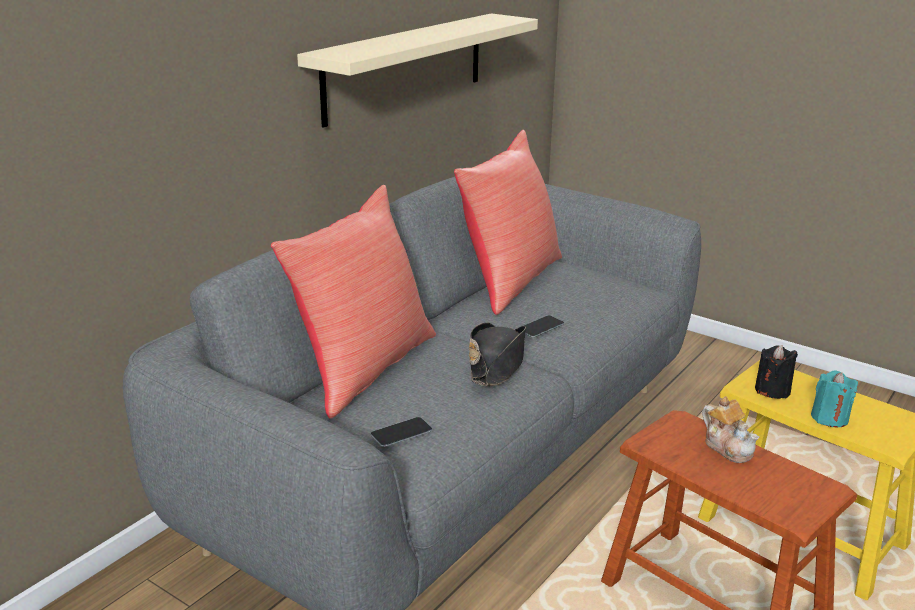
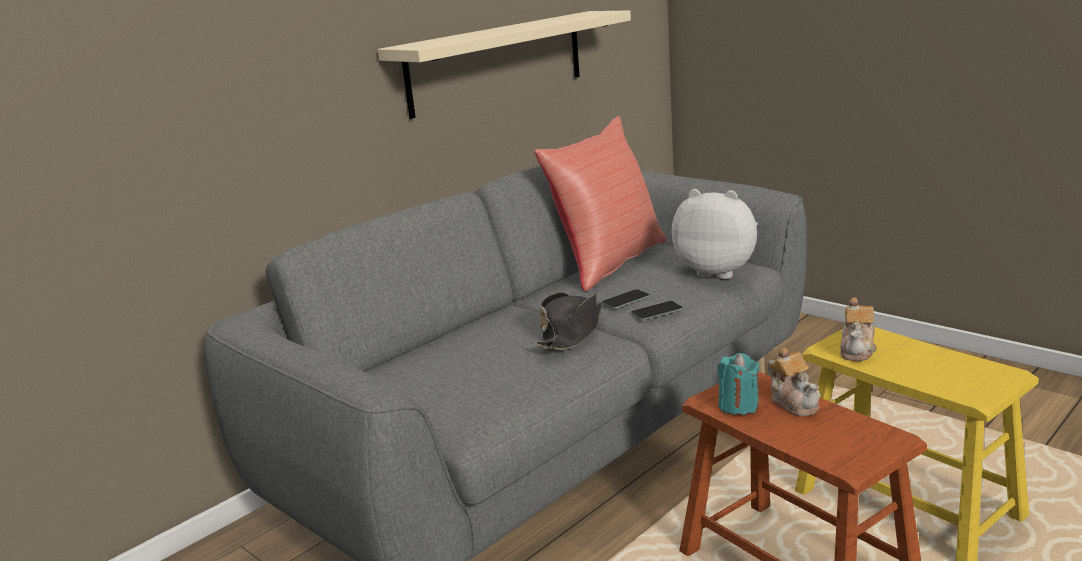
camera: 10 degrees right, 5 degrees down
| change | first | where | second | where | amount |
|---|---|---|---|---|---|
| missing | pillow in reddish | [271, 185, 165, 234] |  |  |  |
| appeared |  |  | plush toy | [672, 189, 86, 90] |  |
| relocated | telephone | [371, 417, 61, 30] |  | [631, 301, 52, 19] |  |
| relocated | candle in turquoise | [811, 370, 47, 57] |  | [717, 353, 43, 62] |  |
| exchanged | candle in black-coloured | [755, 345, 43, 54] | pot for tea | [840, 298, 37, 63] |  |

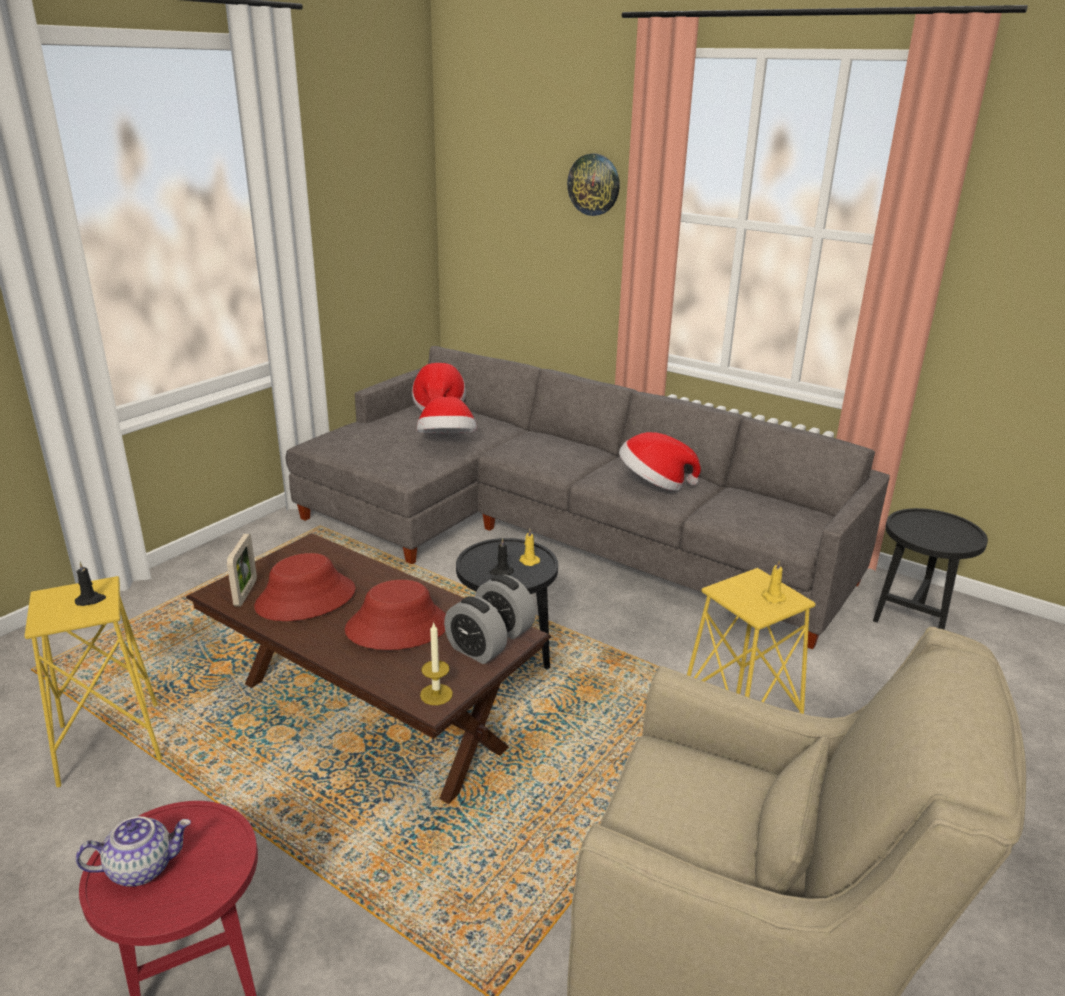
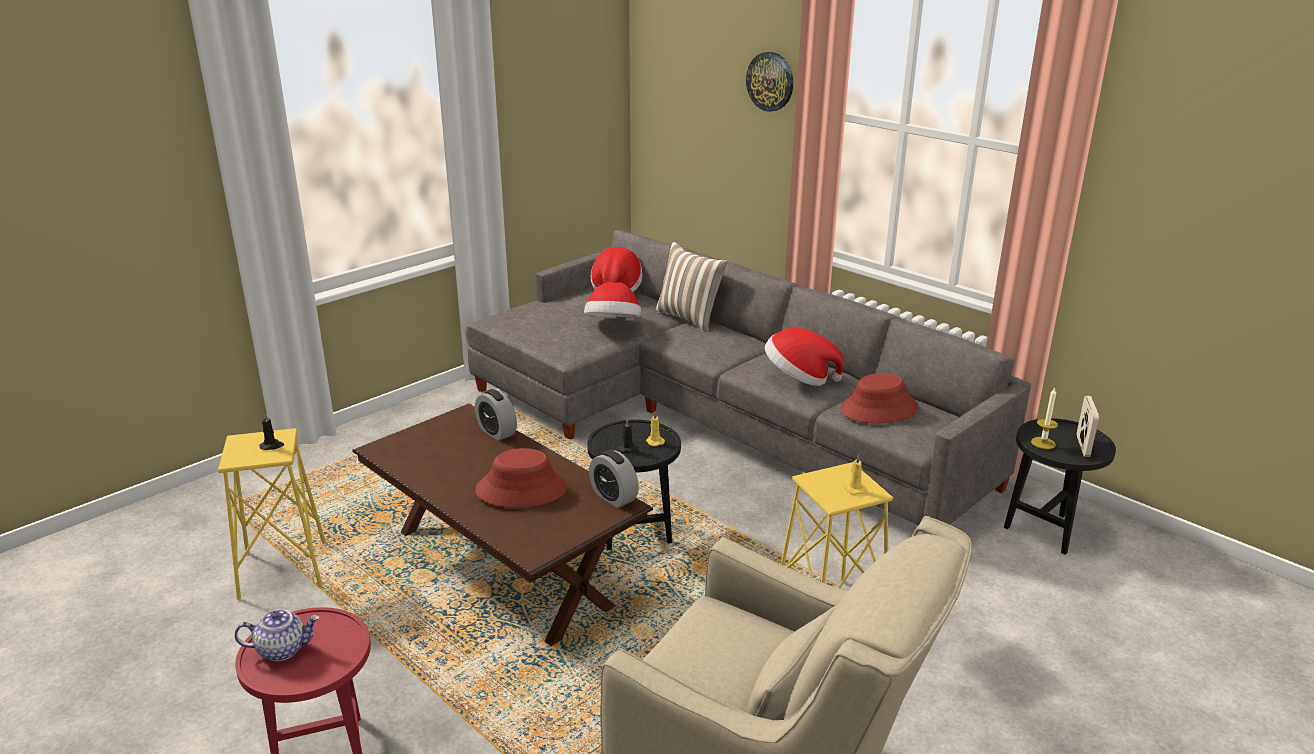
camera: 10 degrees right, 0 degrees up
| change | first | where | second | where | amount |
|---|---|---|---|---|---|
| appeared |  |  | pillow | [656, 242, 72, 90] |  |
| relocated | standing frame | [227, 534, 30, 73] |  | [1077, 396, 22, 61] |  |
| relocated | wearable hat in reddish | [254, 553, 102, 68] |  | [840, 373, 78, 51] |  |
| relocated | candle | [420, 622, 33, 83] |  | [1031, 387, 27, 62] |  |
| relocated | alarm clock | [444, 596, 64, 68] |  | [475, 389, 42, 52] |  |

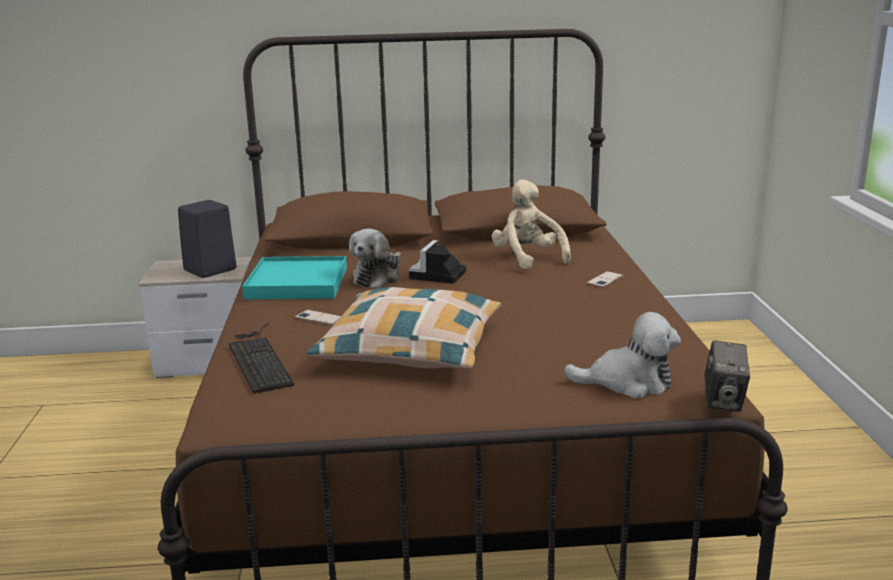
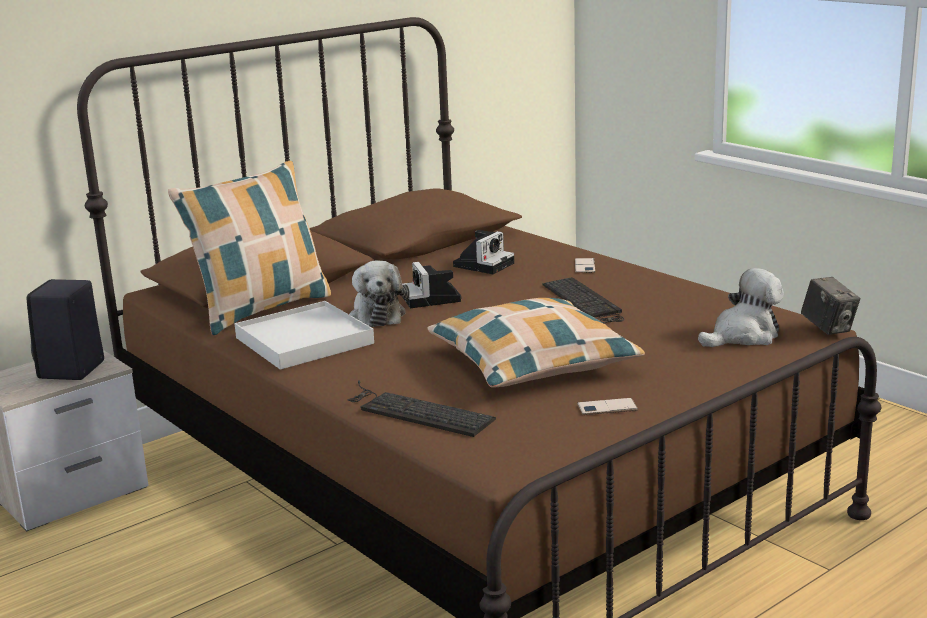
camera: 35 degrees left, 0 degrees up
| change | first | where | second | where | amount |
|---|---|---|---|---|---|
| appeared |  |  | pillow | [168, 161, 163, 174] |  |
| appeared |  |  | keyboard | [543, 277, 81, 46] |  |
| relocated | telephone | [295, 310, 46, 16] |  | [577, 398, 61, 17] |  |
| exchanged | plush toy in sand-coloured | [492, 179, 79, 91] | still camera | [453, 230, 61, 44] |  |
| colour | tray in turquoise | [242, 256, 105, 44] | tray in white | [234, 301, 140, 69] |  |

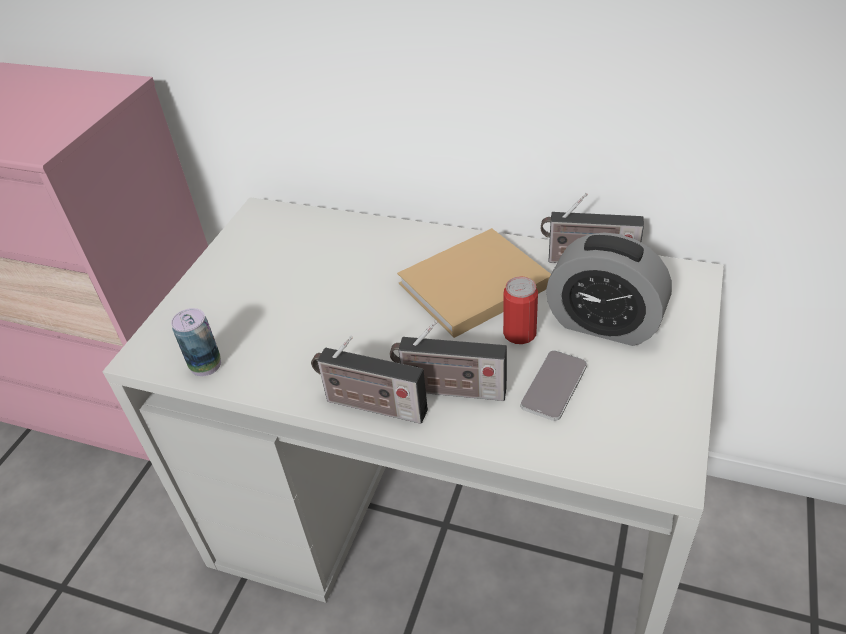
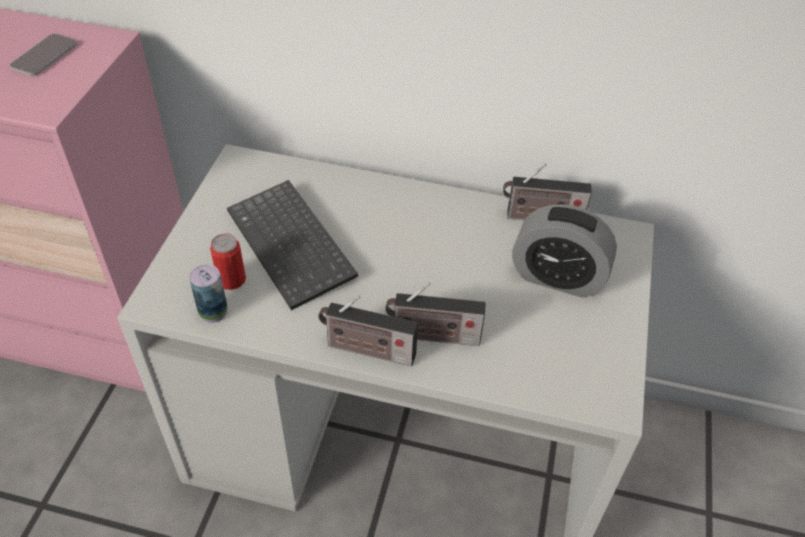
camera: 10 degrees left, 5 degrees up
| change | first | where | second | where | amount |
|---|---|---|---|---|---|
| missing | bound book in sand-coloured | [397, 228, 154, 110] |  |  |  |
| appeared |  |  | keyboard | [227, 180, 131, 130] |  |
| relocated | sealed can | [503, 277, 35, 67] |  | [210, 233, 36, 57] |  |
| relocated | telephone | [520, 350, 67, 71] |  | [9, 33, 68, 43] |  |

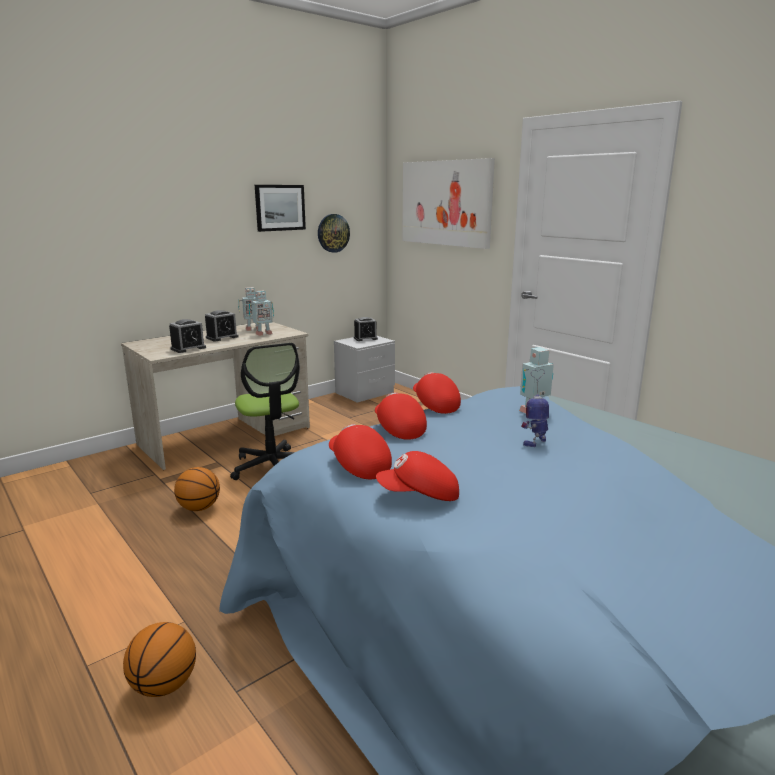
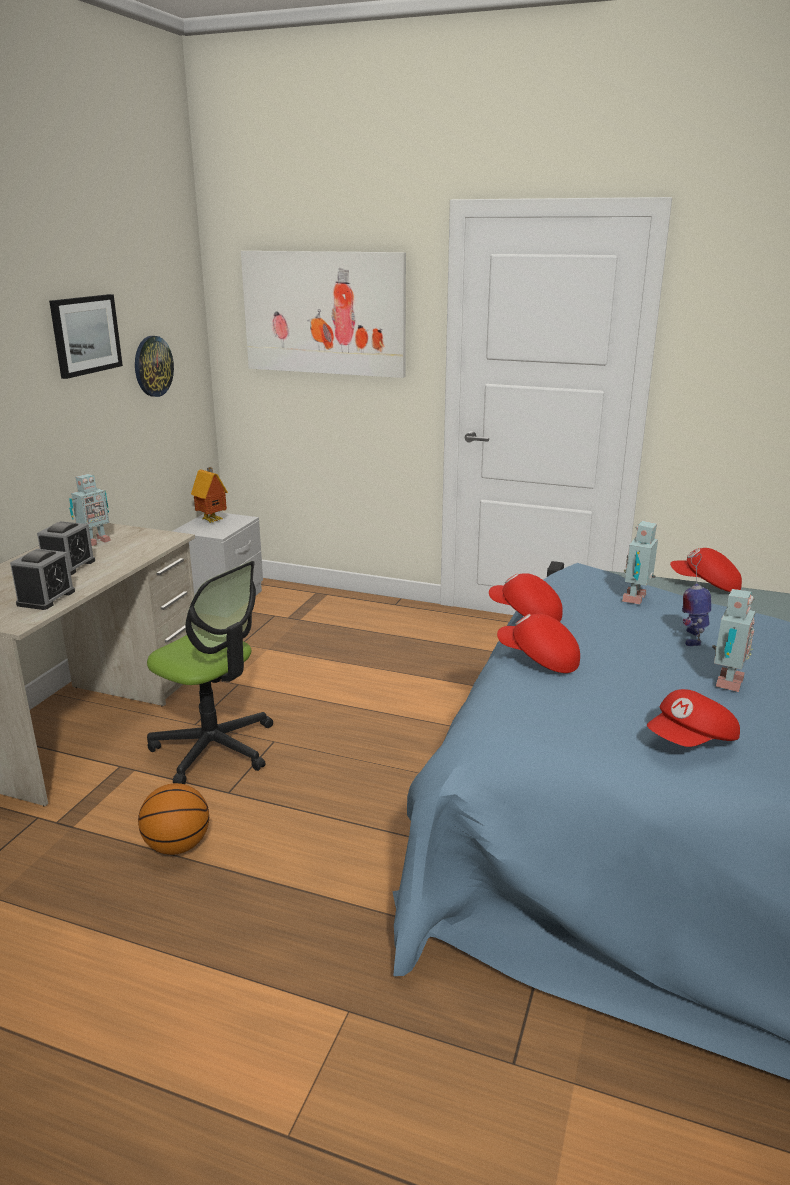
camera: 30 degrees left, 5 degrees up
| change | first | where | second | where | amount |
|---|---|---|---|---|---|
| missing | ball for basketball | [123, 622, 73, 75] |  |  |  |
| relocated | toy robot | [249, 291, 25, 45] |  | [712, 589, 44, 103] |  |
| relocated | baseball cap in reddish | [329, 424, 63, 55] |  | [670, 548, 72, 44] |  |
| exchanged | alarm clock | [354, 317, 24, 24] | toy house | [191, 467, 37, 56] |  |

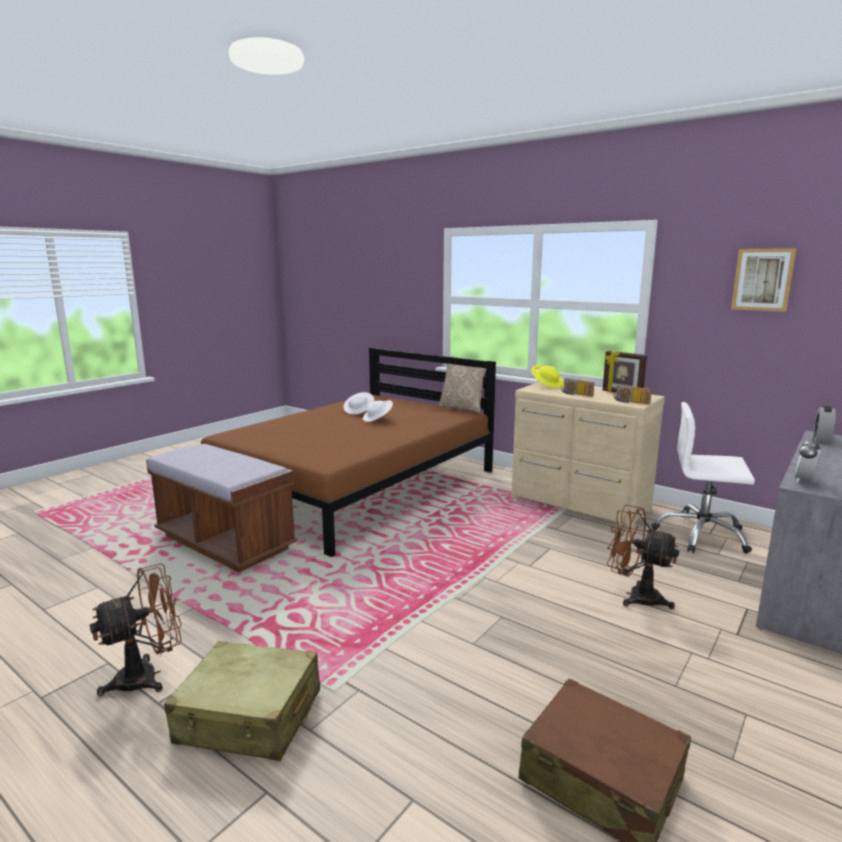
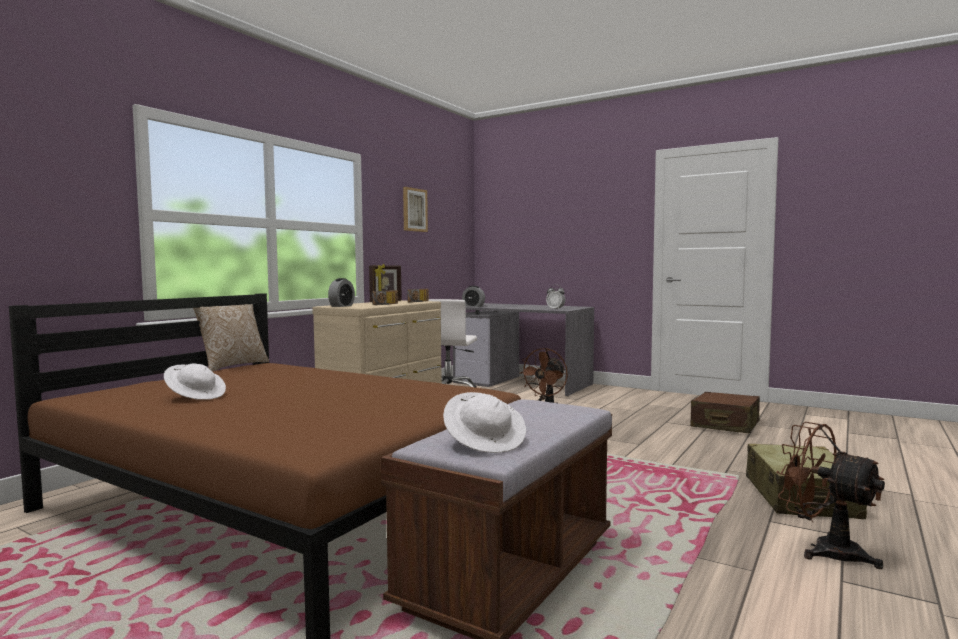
camera: 95 degrees left, 10 degrees down
| change | first | where | second | where | amount |
|---|---|---|---|---|---|
| relocated | wearable hat in white | [363, 400, 30, 22] |  | [443, 392, 83, 61] |  |
| exchanged | wearable hat in yellowish | [531, 365, 33, 23] | alarm clock | [328, 278, 27, 29] |  |

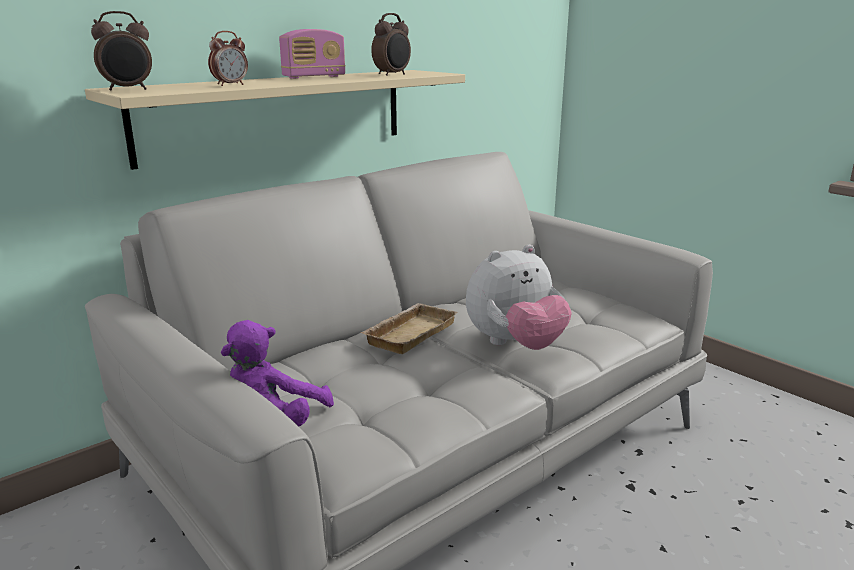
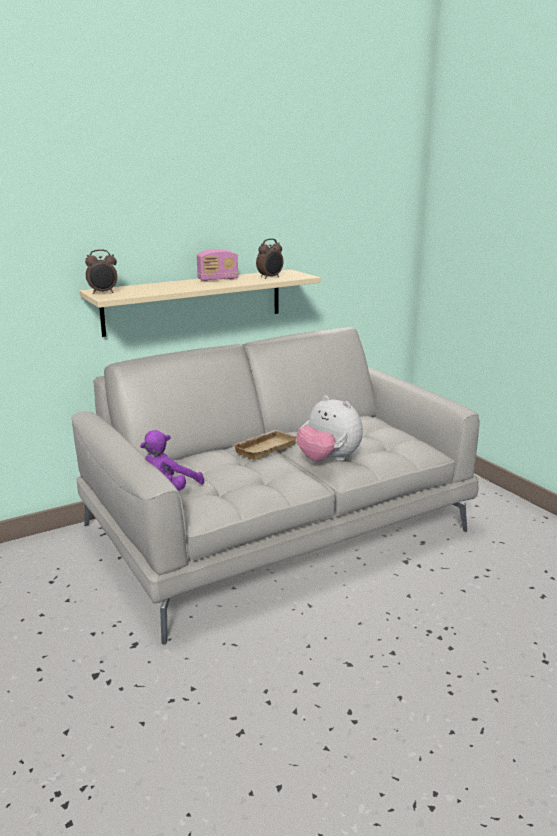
camera: 10 degrees right, 0 degrees up
| change | first | where | second | where | amount |
|---|---|---|---|---|---|
| missing | alarm clock | [208, 31, 40, 55] |  |  |  |
| spun | plush toy | [466, 245, 106, 105] |  | [296, 395, 67, 66] | 60 degrees clockwise |

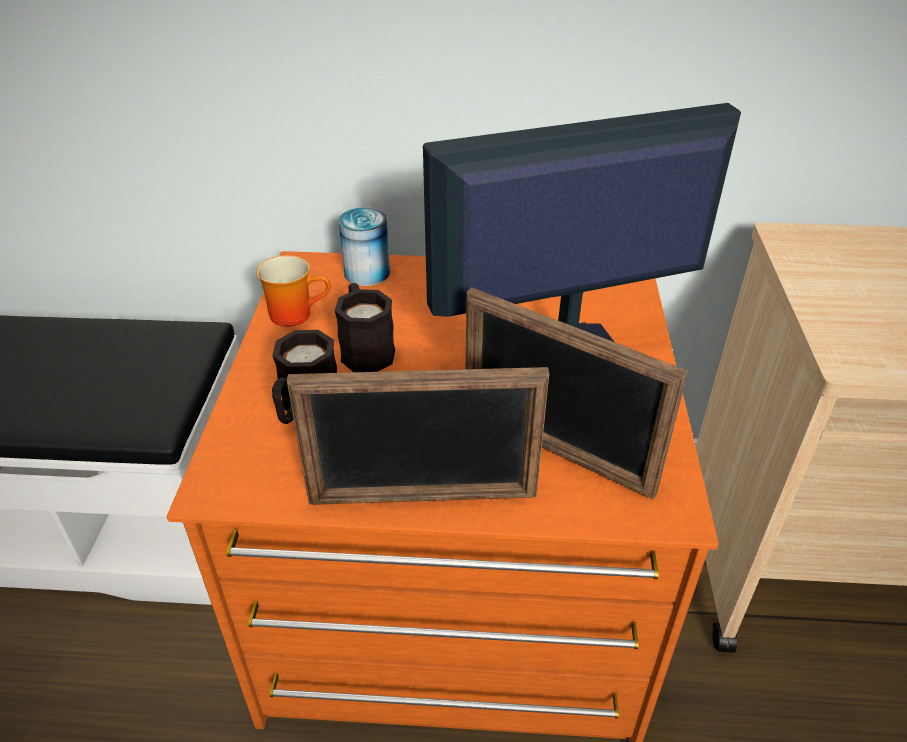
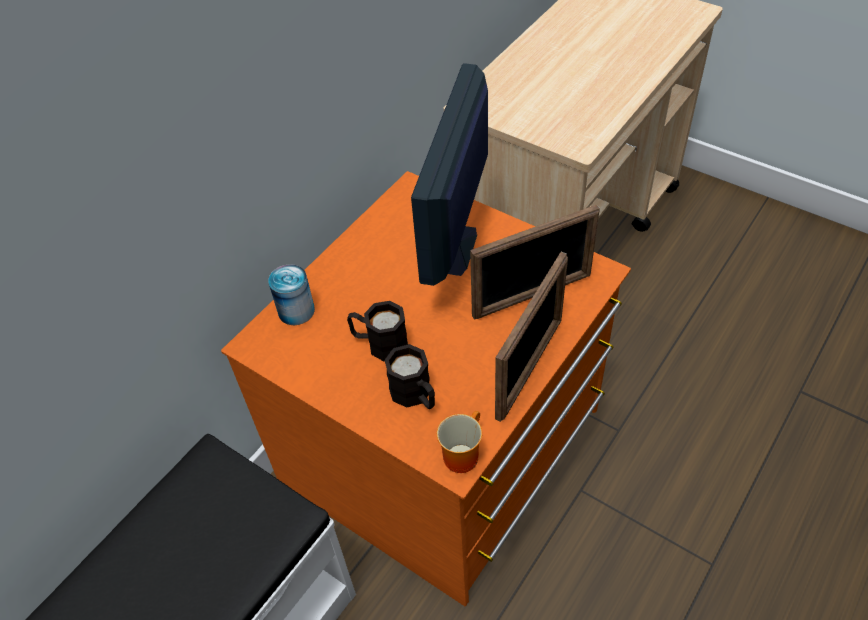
camera: 55 degrees left, 10 degrees up
| change | first | where | second | where | amount |
|---|---|---|---|---|---|
| relocated | coffee mug | [256, 255, 75, 72] |  | [437, 411, 45, 62] |  |

